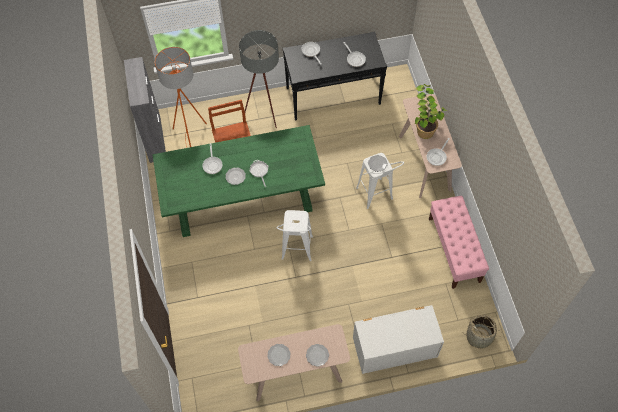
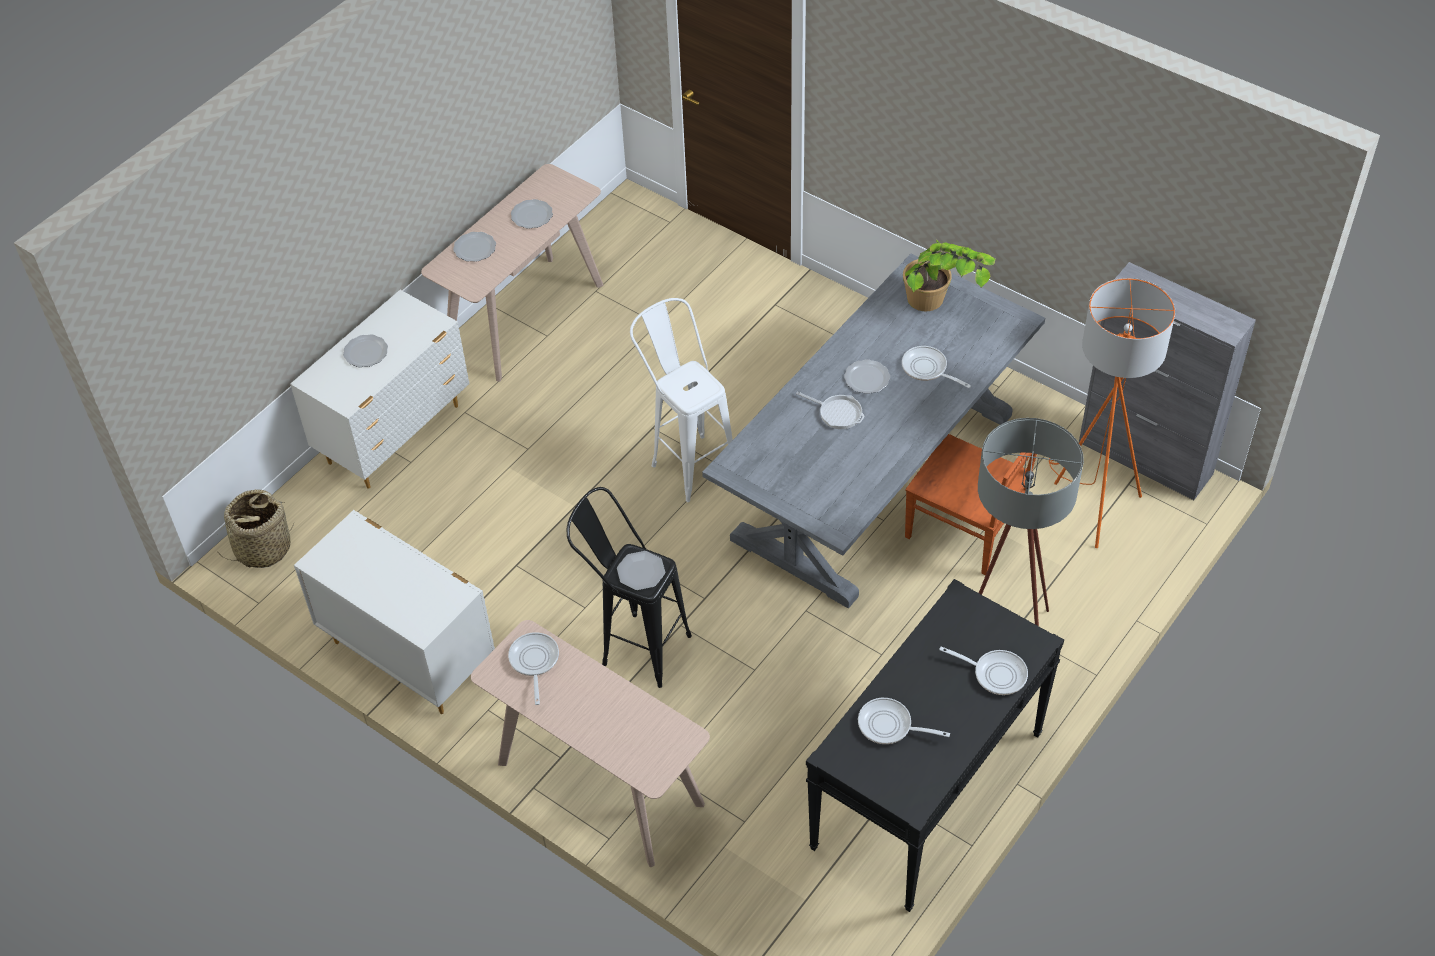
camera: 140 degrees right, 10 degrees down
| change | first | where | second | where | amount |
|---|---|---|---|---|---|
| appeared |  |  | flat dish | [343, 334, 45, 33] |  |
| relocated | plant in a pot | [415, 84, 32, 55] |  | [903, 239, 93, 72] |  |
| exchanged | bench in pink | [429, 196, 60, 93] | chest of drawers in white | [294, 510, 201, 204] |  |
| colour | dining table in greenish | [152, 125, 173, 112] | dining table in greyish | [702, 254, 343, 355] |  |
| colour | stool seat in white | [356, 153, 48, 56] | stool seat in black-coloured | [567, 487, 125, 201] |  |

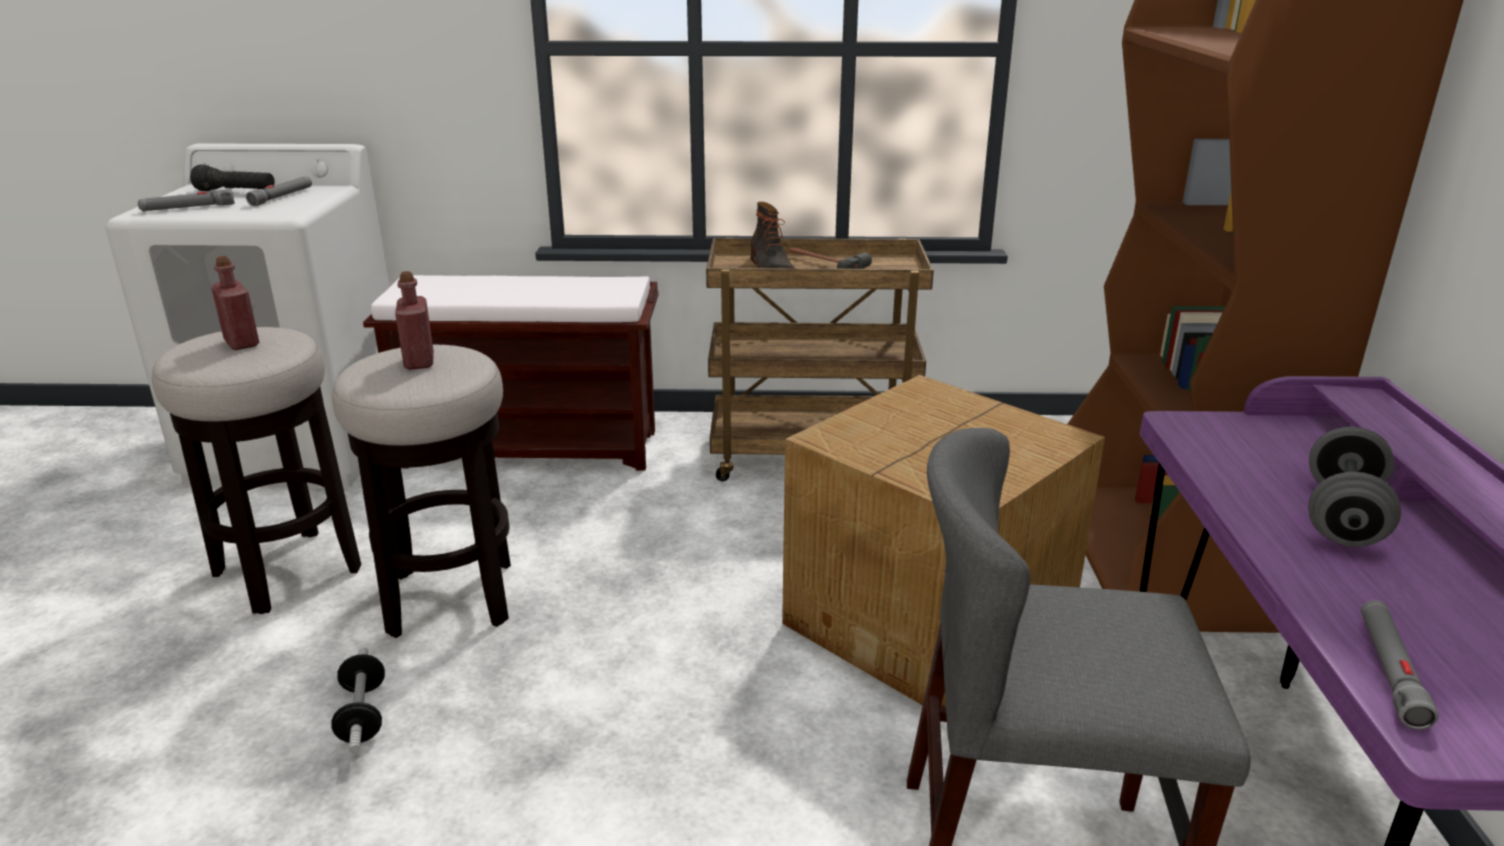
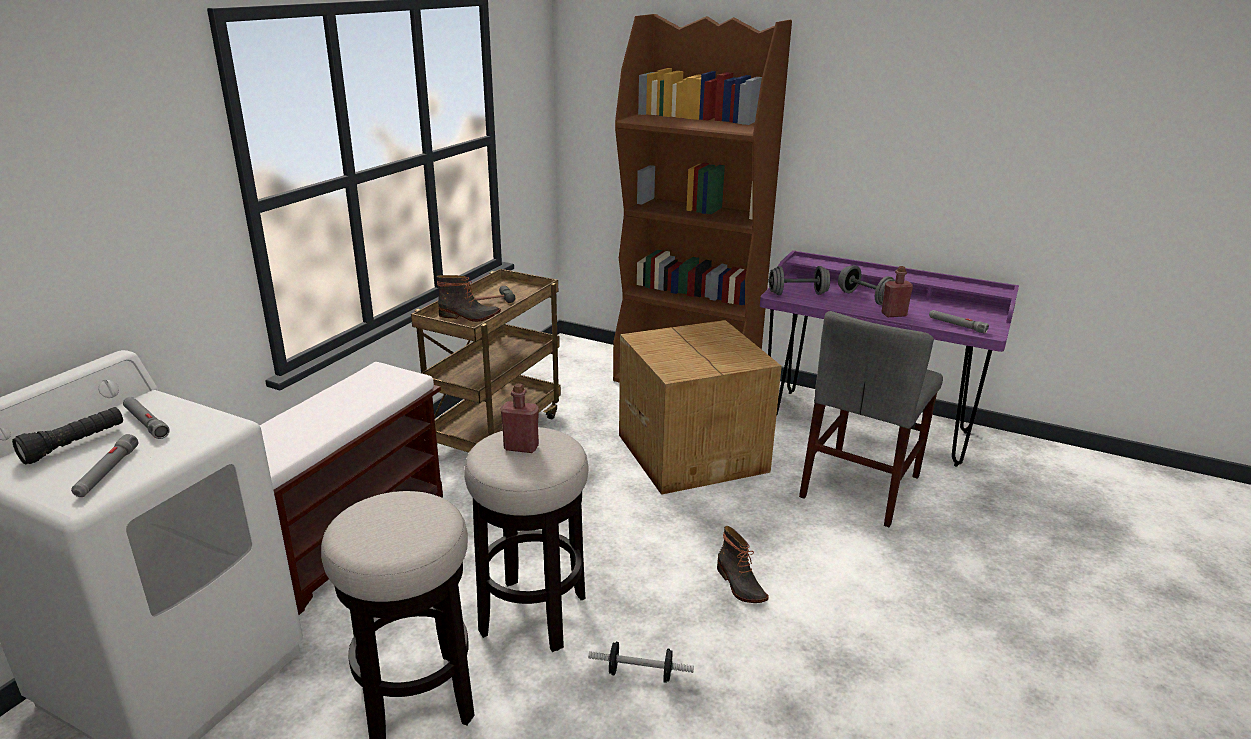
camera: 65 degrees left, 0 degrees up
| change | first | where | second | where | amount |
|---|---|---|---|---|---|
| appeared |  |  | boot | [717, 526, 52, 77] |  |
| appeared |  |  | dumbbell in greyish | [768, 266, 62, 29] |  |
| relocated | drink bottle in reddish | [211, 256, 48, 94] |  | [882, 266, 31, 51] |  |

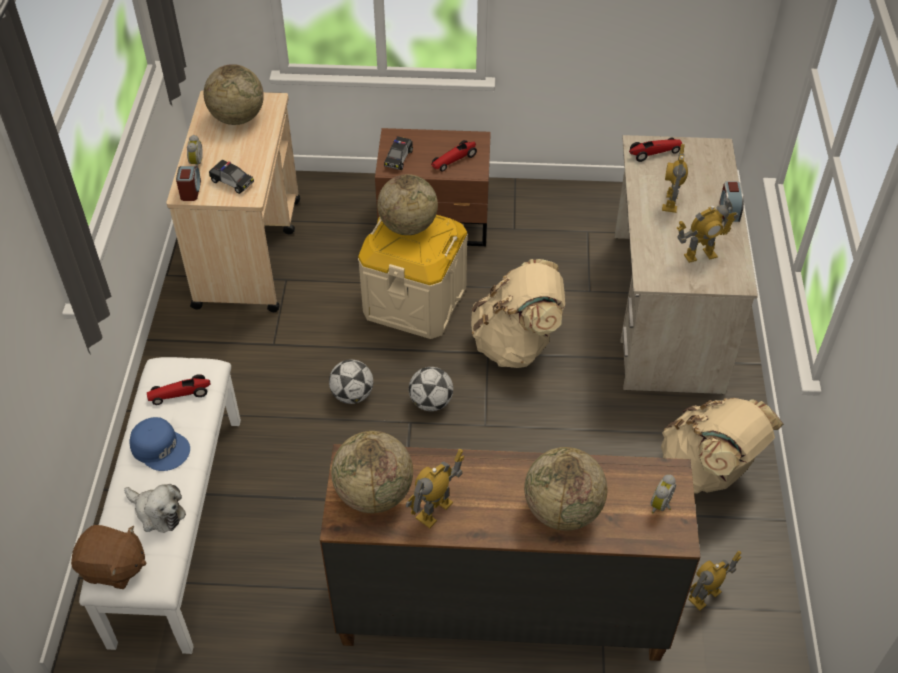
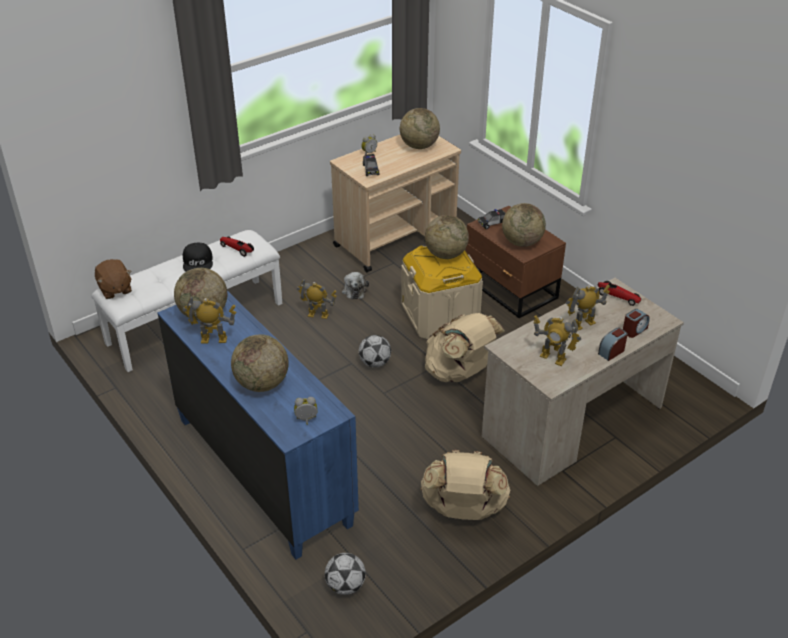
camera: 50 degrees right, 10 degrees down
| change | first | where | second | where | amount |
|---|---|---|---|---|---|
| relocated | plush toy | [124, 484, 62, 49] |  | [342, 272, 27, 28] |  |
| relocated | alarm clock | [176, 166, 25, 35] |  | [623, 309, 27, 29] |  |
| relocated | football | [329, 360, 44, 44] |  | [325, 553, 41, 42] |  |
| relocated | toy robot | [688, 550, 53, 61] |  | [297, 279, 40, 40] |  |
| exchanged | model car | [431, 140, 46, 32] | world globe | [502, 203, 44, 44] |  |
| colour | baseball cap in blue-coloured | [129, 417, 61, 54] | baseball cap in black-coloured | [183, 243, 30, 29] |  |
| colour | chest of drawers in brownish | [320, 444, 380, 217] | chest of drawers in blue-coloured | [157, 291, 202, 268] |  |

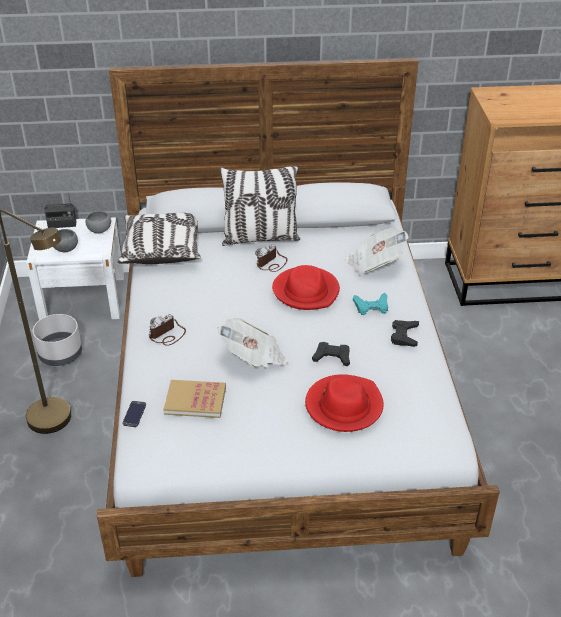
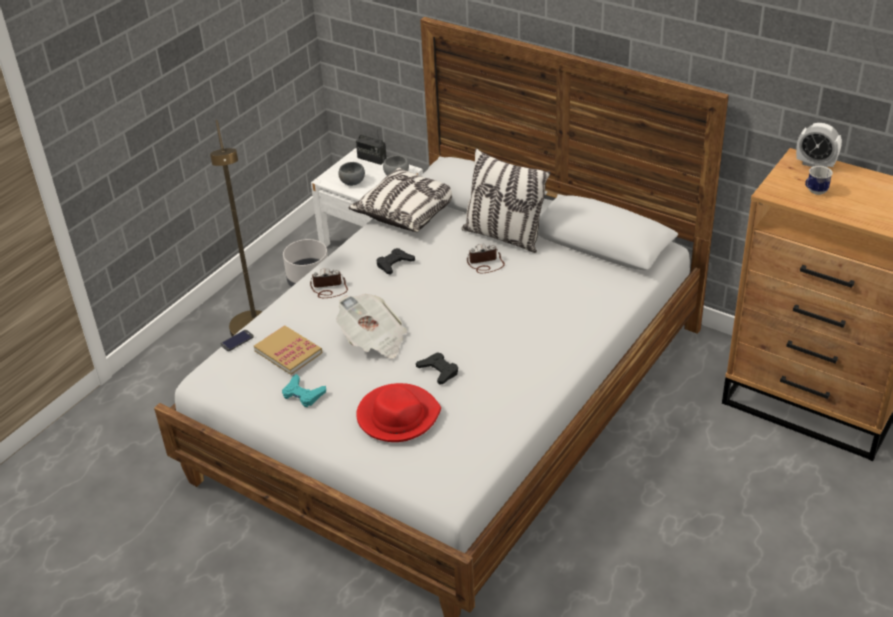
camera: 40 degrees right, 0 degrees up
| change | first | where | second | where | amount |
|---|---|---|---|---|---|
| missing | wearable hat in reddish | [272, 265, 68, 45] |  |  |  |
| missing | printed paper | [345, 227, 64, 48] |  |  |  |
| appeared |  |  | alarm clock | [796, 123, 46, 44] |  |
| appeared |  |  | coffee mug | [805, 166, 28, 29] |  |
| relocated | gamepad in turquoise | [353, 293, 35, 22] |  | [282, 374, 44, 33] |  |
| relocated | gamepad in black-coloured | [391, 320, 28, 27] |  | [376, 248, 39, 27] |  |

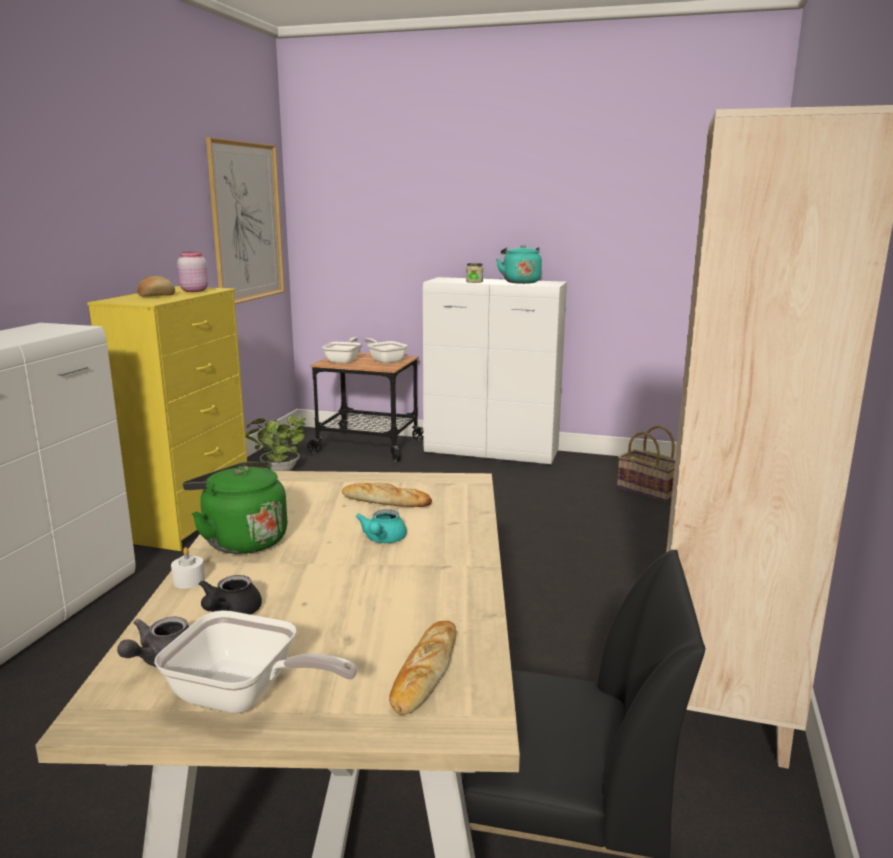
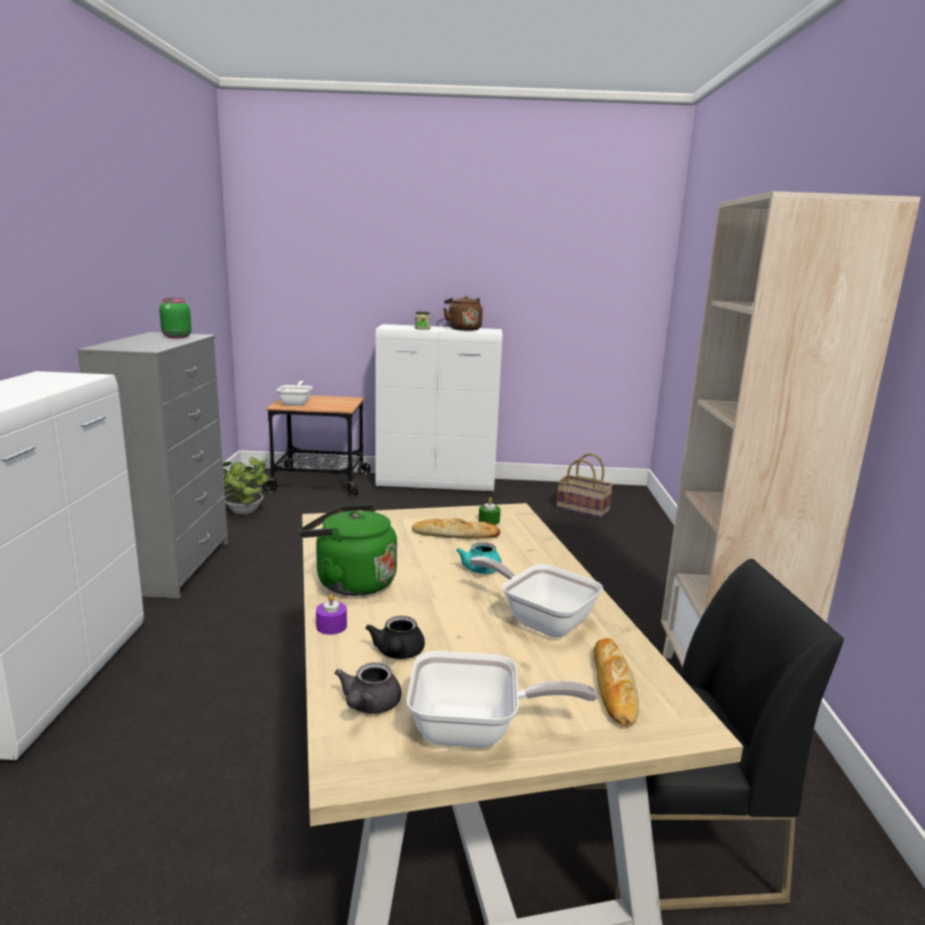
camera: 15 degrees left, 0 degrees up
| change | first | where | second | where | amount |
|---|---|---|---|---|---|
| missing | bread | [137, 276, 38, 21] |  |  |  |
| missing | picture | [206, 137, 78, 167] |  |  |  |
| appeared |  |  | candle in greenish | [479, 497, 21, 28] |  |
| relocated | skillet | [364, 338, 44, 26] |  | [470, 556, 133, 81] |  |
| colour | chest of drawers in yellowish | [87, 286, 160, 265] | chest of drawers in greyish | [77, 332, 151, 266] |  |
| colour | candle in white | [171, 547, 34, 42] | candle in purple | [316, 594, 31, 41] |  |
| colour | preserve jar in pink | [177, 252, 31, 40] | preserve jar in greenish | [159, 298, 33, 40] |  |
| colour | water kettle in turquoise | [496, 245, 46, 39] | water kettle in brownish | [443, 296, 40, 35] |  |

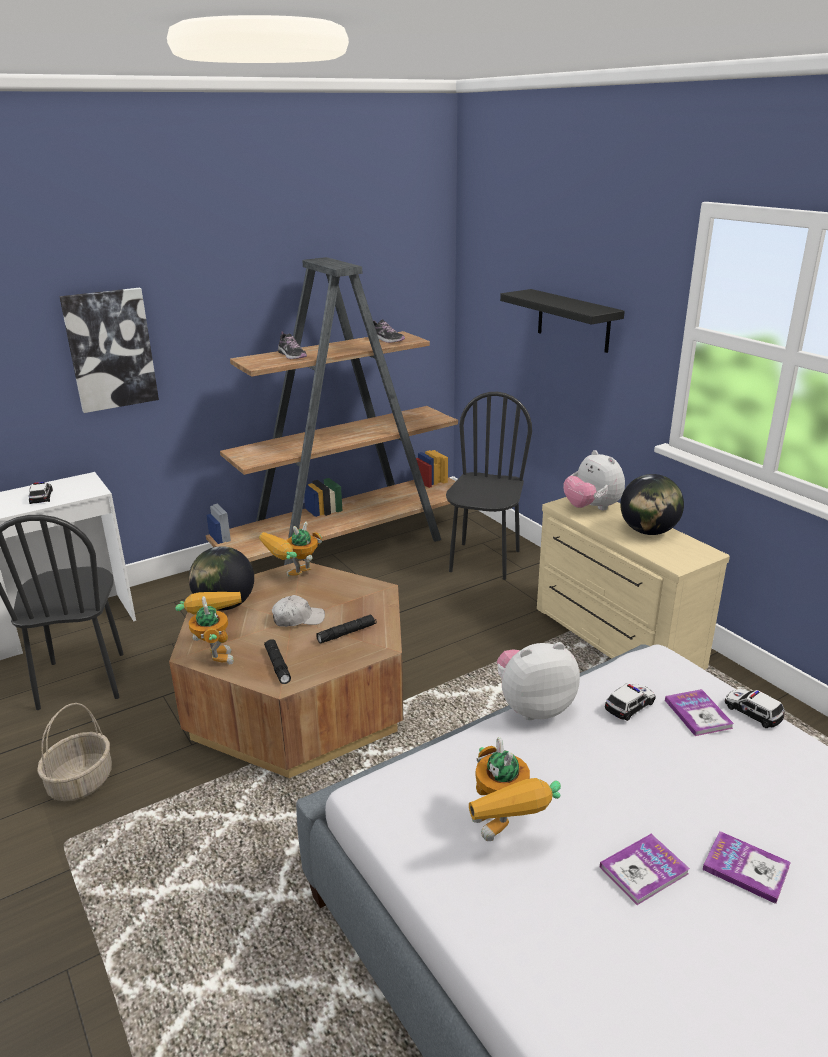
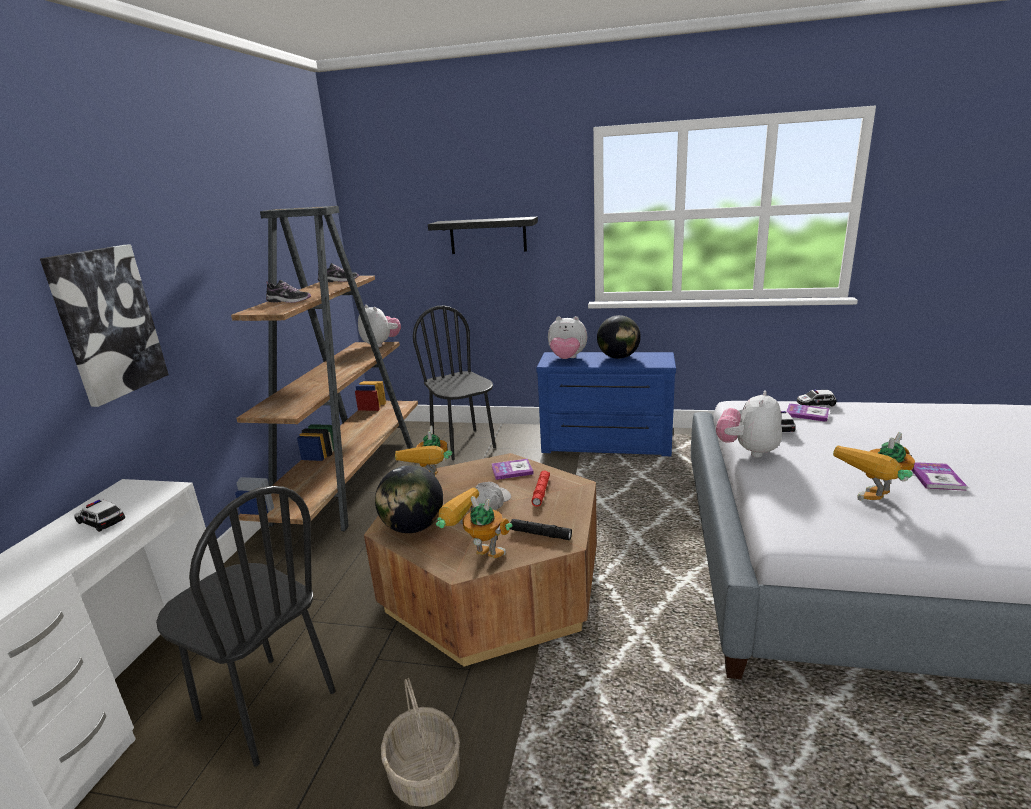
camera: 45 degrees left, 5 degrees down
| change | first | where | second | where | amount |
|---|---|---|---|---|---|
| appeared |  |  | plush toy | [358, 305, 43, 42] |  |
| relocated | bound book | [703, 831, 88, 73] |  | [492, 458, 42, 22] |  |
| colour | torch in black-coloured | [316, 615, 61, 29] | torch in reddish | [531, 470, 19, 37] |  |
| colour | chest of drawers in sand-coloured | [537, 497, 193, 173] | chest of drawers in blue-coloured | [536, 352, 140, 104] |  |
| spun | toy robot | [469, 737, 92, 104] |  | [833, 432, 82, 69] | 120 degrees clockwise |

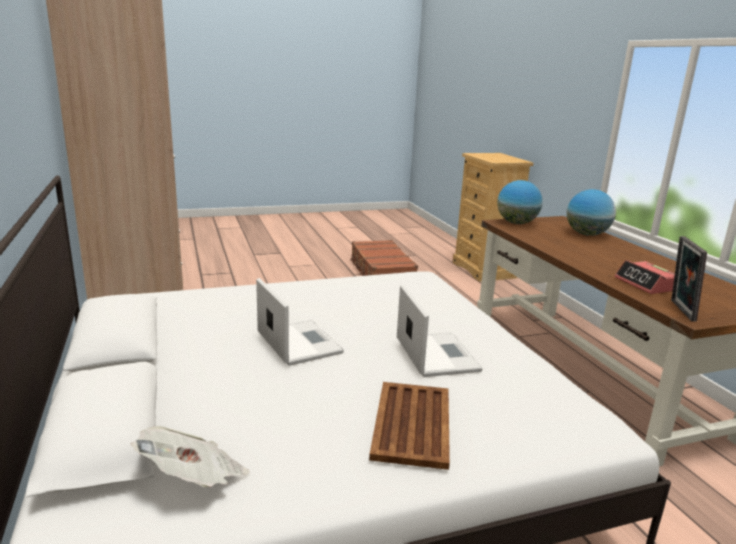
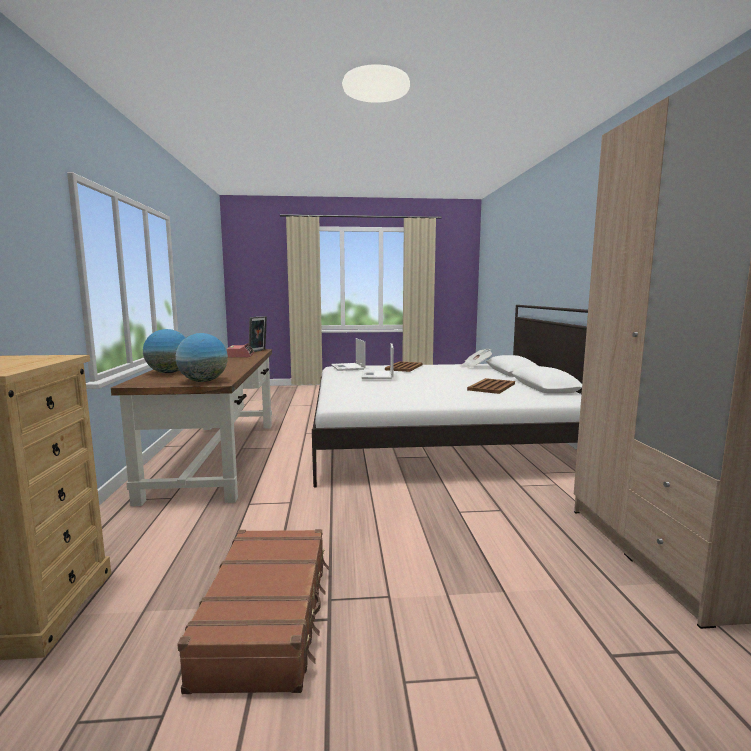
camera: 165 degrees left, 10 degrees down
| change | first | where | second | where | amount |
|---|---|---|---|---|---|
| appeared |  |  | tray in brownish | [467, 378, 48, 16] |  |
| relocated | laptop | [256, 278, 88, 88] |  | [331, 338, 35, 33] |  |

